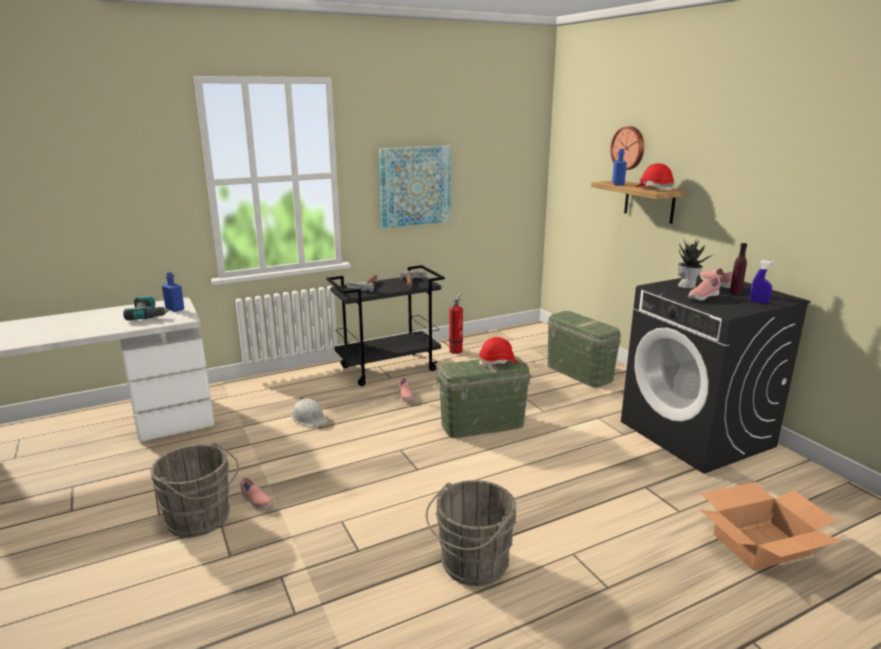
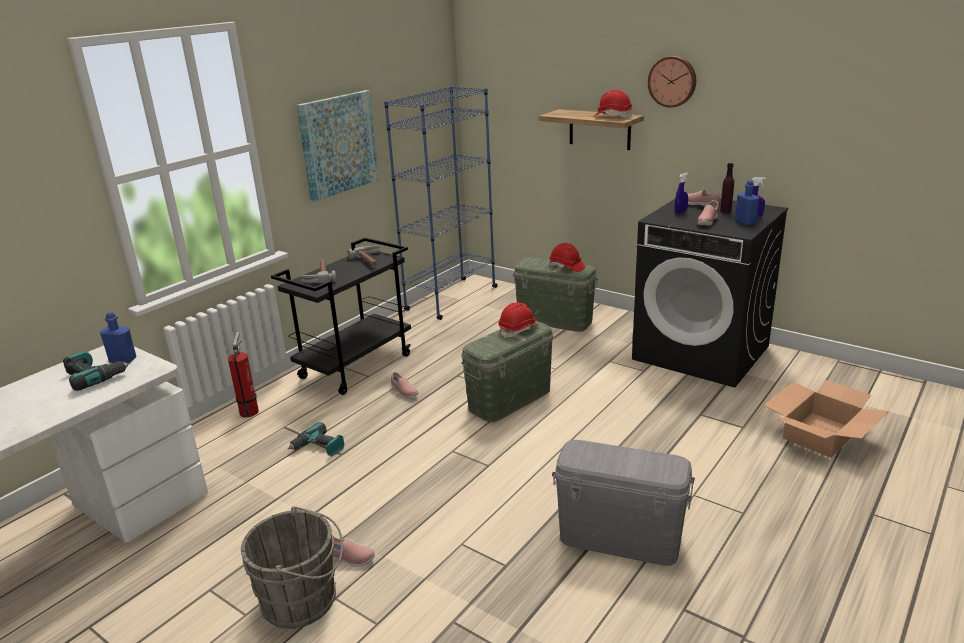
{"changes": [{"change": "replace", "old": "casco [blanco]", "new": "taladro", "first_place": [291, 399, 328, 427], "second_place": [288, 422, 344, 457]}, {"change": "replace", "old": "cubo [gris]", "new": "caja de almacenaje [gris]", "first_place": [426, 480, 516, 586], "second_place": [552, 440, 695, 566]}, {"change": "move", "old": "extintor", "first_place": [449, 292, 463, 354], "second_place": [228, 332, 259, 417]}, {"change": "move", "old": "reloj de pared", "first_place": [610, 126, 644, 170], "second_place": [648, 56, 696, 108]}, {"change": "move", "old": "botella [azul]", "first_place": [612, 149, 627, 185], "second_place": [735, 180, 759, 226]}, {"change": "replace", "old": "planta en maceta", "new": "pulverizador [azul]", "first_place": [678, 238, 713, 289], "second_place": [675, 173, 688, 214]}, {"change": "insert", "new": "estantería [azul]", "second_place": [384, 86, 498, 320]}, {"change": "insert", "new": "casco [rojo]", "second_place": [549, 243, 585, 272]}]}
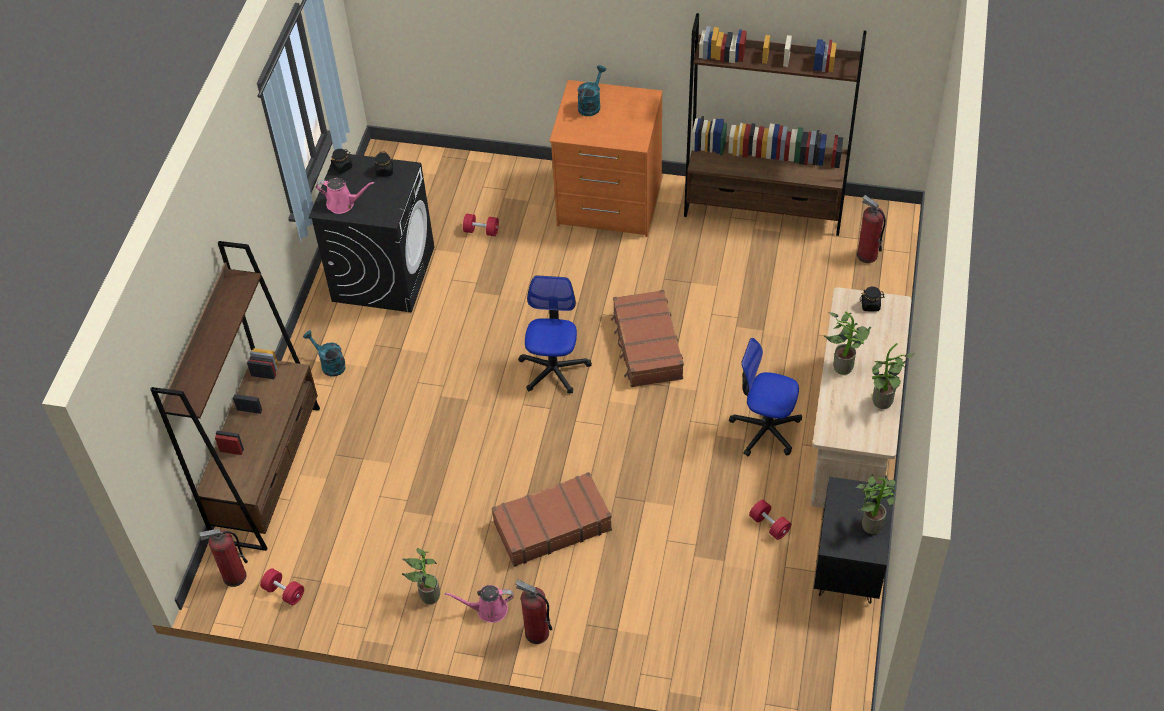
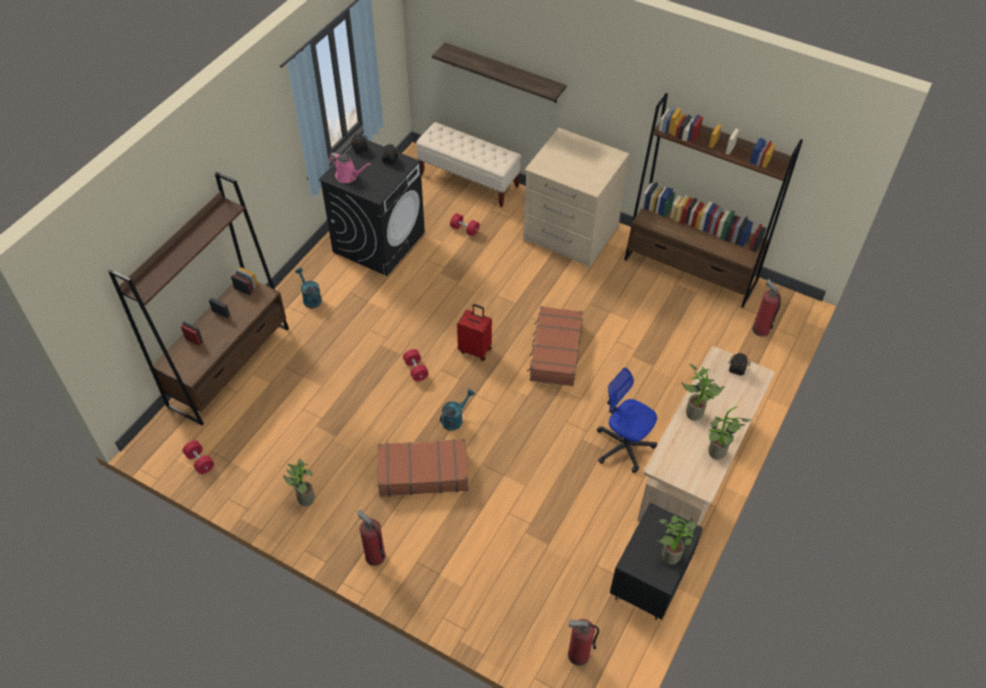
{"changes": [{"change": "move", "old": "extintor", "first_place": [199, 528, 248, 587], "second_place": [568, 619, 599, 665]}, {"change": "delete", "old": "regadera [rosa]", "first_place": [445, 585, 514, 623]}, {"change": "replace", "old": "silla de oficina", "new": "maleta [rojo]", "first_place": [518, 275, 592, 393], "second_place": [457, 304, 492, 361]}, {"change": "recolor", "old": "cómoda [naranja]", "new": "cómoda [beis]", "first_place": [549, 80, 663, 237], "second_place": [523, 128, 629, 268]}, {"change": "move", "old": "regadera [turquesa]", "first_place": [578, 65, 606, 116], "second_place": [440, 389, 475, 431]}, {"change": "move", "old": "mancuerna [rojo]", "first_place": [749, 500, 791, 540], "second_place": [403, 349, 429, 381]}, {"change": "insert", "new": "banco [beis]", "second_place": [416, 122, 522, 207]}, {"change": "insert", "new": "estante", "second_place": [432, 43, 567, 103]}]}
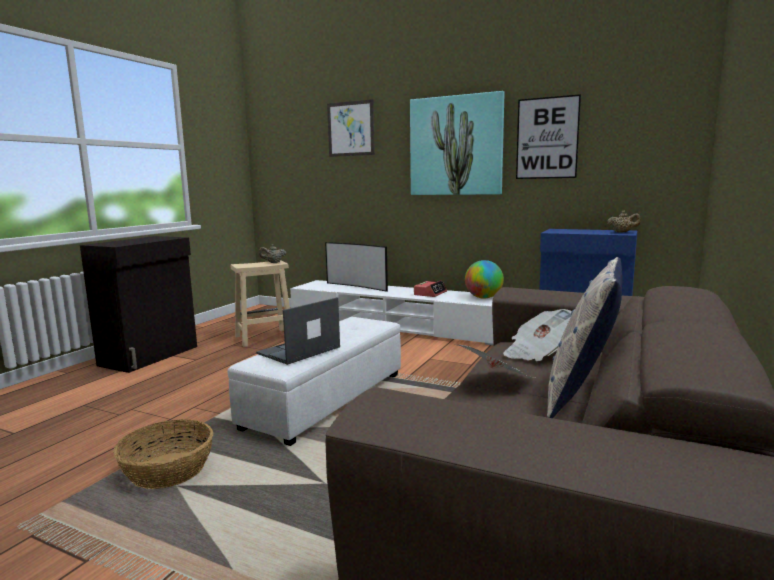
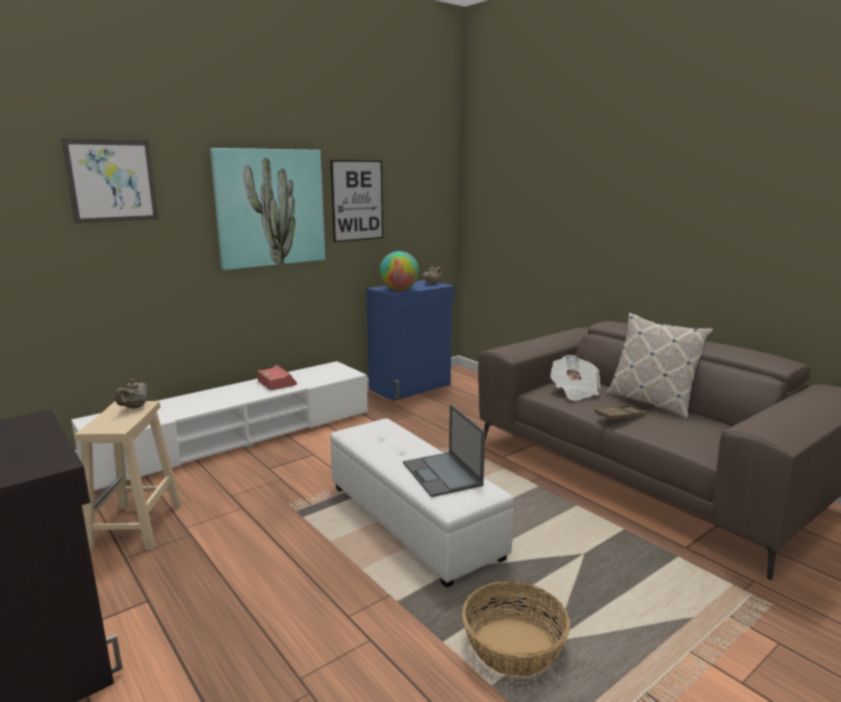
{"changes": [{"change": "delete", "old": "televisor", "first_place": [325, 242, 388, 292]}, {"change": "replace", "old": "periódico", "new": "bandeja [marrón]", "first_place": [458, 345, 535, 378], "second_place": [595, 405, 647, 421]}, {"change": "move", "old": "globo terráqueo", "first_place": [465, 260, 504, 299], "second_place": [380, 251, 419, 291]}]}
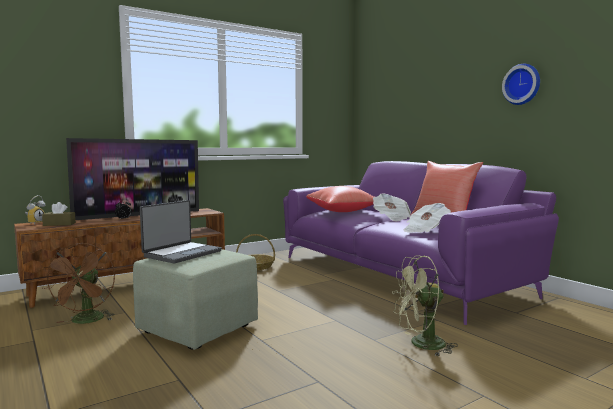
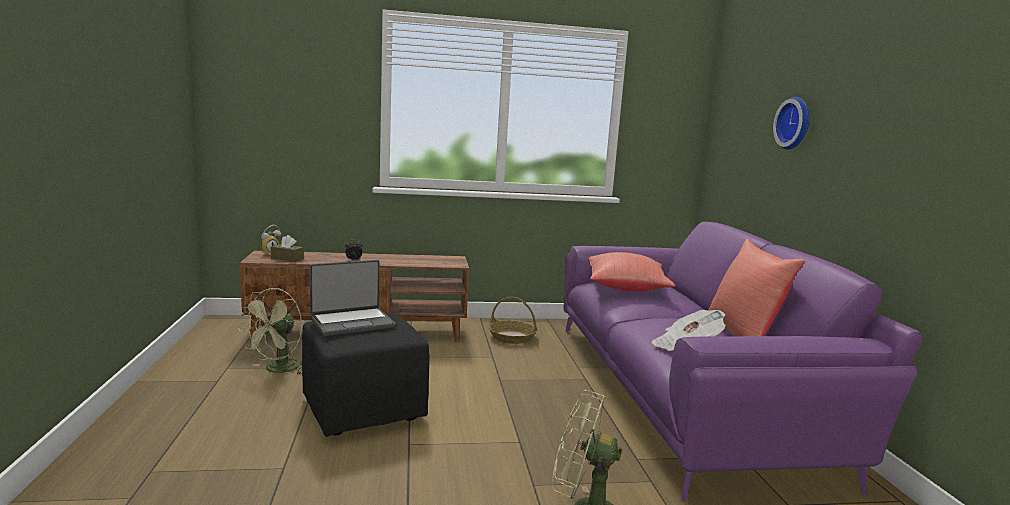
{"changes": [{"change": "recolor", "old": "ventilador [marrón]", "new": "ventilador [verde]", "first_place": [42, 243, 115, 324], "second_place": [238, 288, 302, 375]}, {"change": "delete", "old": "televisor", "first_place": [66, 138, 199, 220]}, {"change": "recolor", "old": "puf [verde]", "new": "puf [negro]", "first_place": [133, 249, 258, 350], "second_place": [302, 313, 430, 437]}, {"change": "delete", "old": "periódico", "first_place": [373, 193, 411, 221]}, {"change": "move", "old": "reloj de pared", "first_place": [502, 64, 540, 105], "second_place": [773, 97, 810, 150]}]}
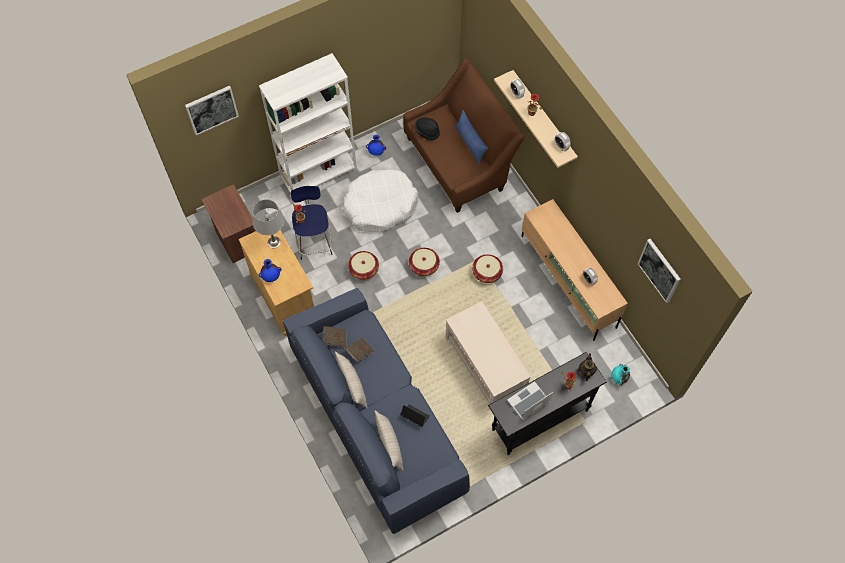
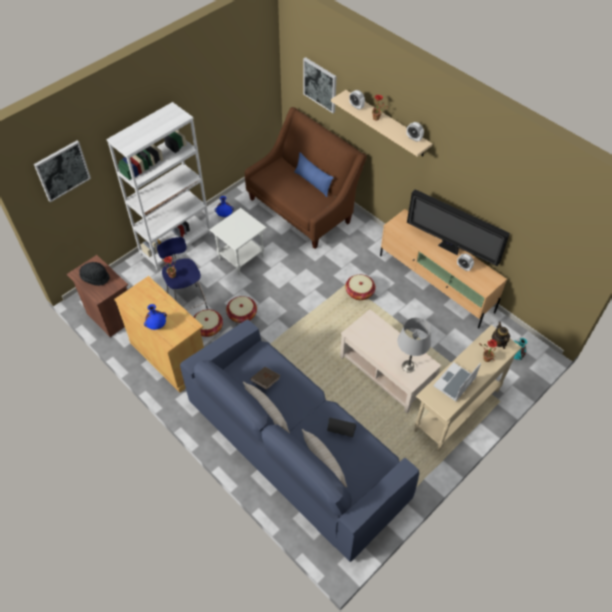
{"changes": [{"change": "move", "old": "lámpara de mesa [gris]", "first_place": [253, 199, 284, 249], "second_place": [397, 318, 431, 373]}, {"change": "delete", "old": "libro [marrón]", "first_place": [323, 326, 347, 347]}, {"change": "replace", "old": "cama para perro [blanco]", "new": "mesa auxiliar [blanco]", "first_place": [343, 169, 418, 232], "second_place": [209, 208, 267, 275]}, {"change": "move", "old": "cesta", "first_place": [409, 248, 440, 276], "second_place": [194, 309, 223, 337]}, {"change": "move", "old": "sombrero [negro]", "first_place": [415, 118, 440, 140], "second_place": [79, 262, 110, 286]}, {"change": "recolor", "old": "mesa consola [negro]", "new": "mesa consola [beis]", "first_place": [488, 352, 607, 455], "second_place": [414, 325, 522, 451]}, {"change": "move", "old": "cuadro", "first_place": [638, 239, 681, 303], "second_place": [303, 57, 337, 113]}, {"change": "insert", "new": "televisor", "second_place": [407, 189, 510, 266]}]}
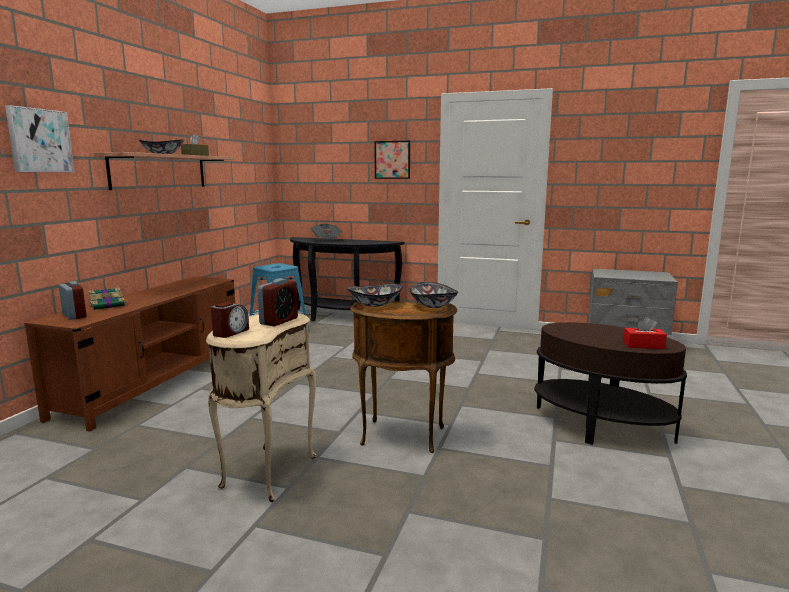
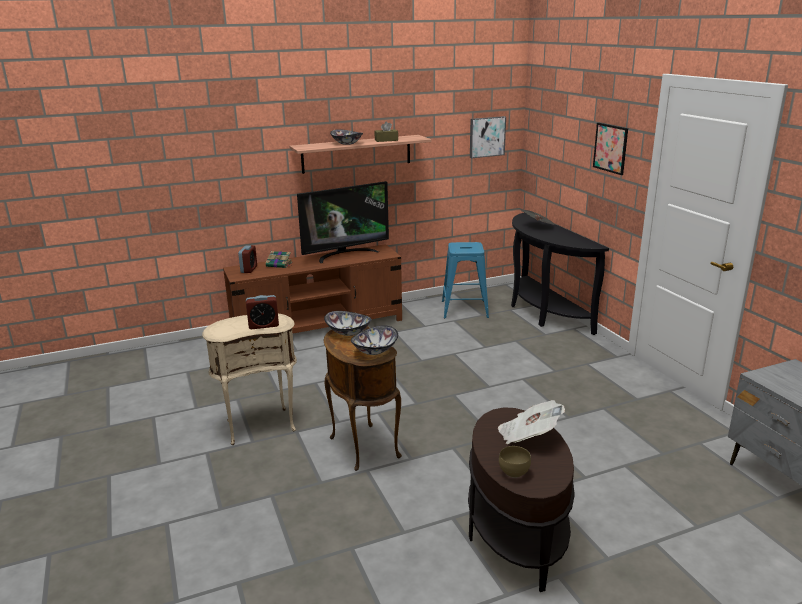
{"changes": [{"change": "move", "old": "cuadro", "first_place": [5, 105, 75, 172], "second_place": [470, 116, 506, 158]}, {"change": "delete", "old": "despertador", "first_place": [211, 302, 249, 338]}, {"change": "replace", "old": "caja de pañuelos [rojo]", "new": "cuenco [marrón]", "first_place": [623, 317, 667, 349], "second_place": [499, 446, 531, 478]}, {"change": "insert", "new": "televisor", "second_place": [297, 181, 389, 263]}, {"change": "insert", "new": "periódico", "second_place": [498, 400, 565, 444]}]}
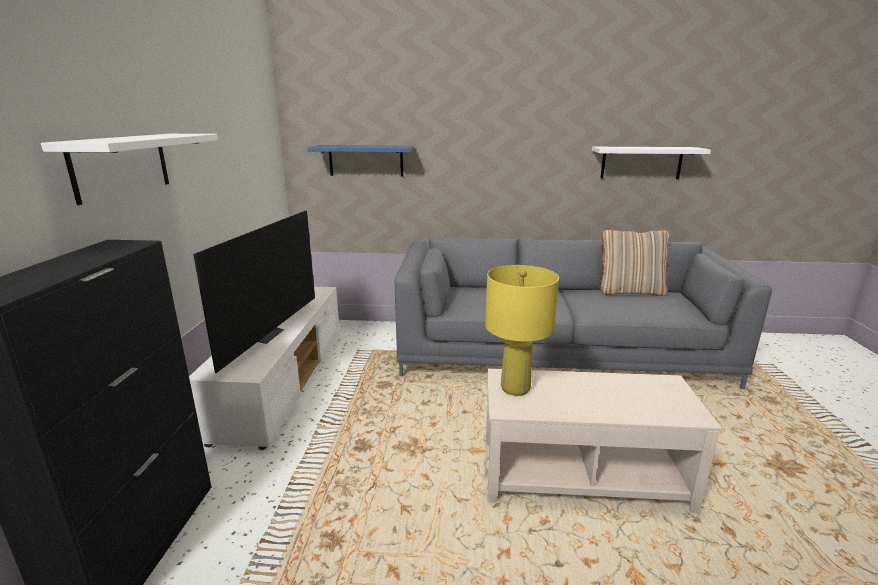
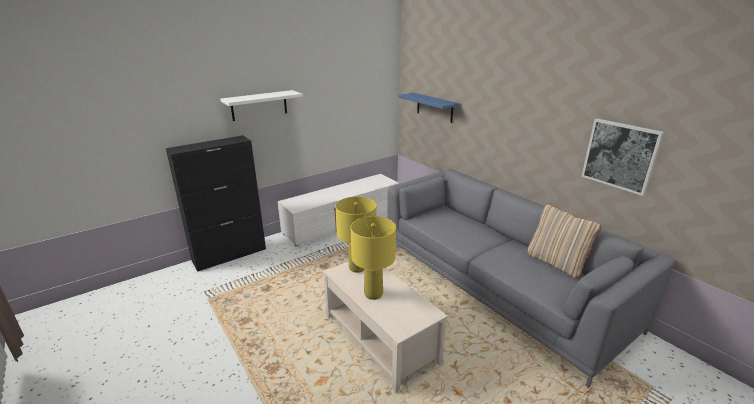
{"changes": [{"change": "delete", "old": "televisor", "first_place": [193, 211, 315, 373]}, {"change": "replace", "old": "estante [blanco]", "new": "cuadro", "first_place": [592, 147, 711, 179], "second_place": [581, 119, 664, 196]}, {"change": "insert", "new": "lámpara de mesa [amarillo]", "second_place": [351, 216, 396, 300]}]}
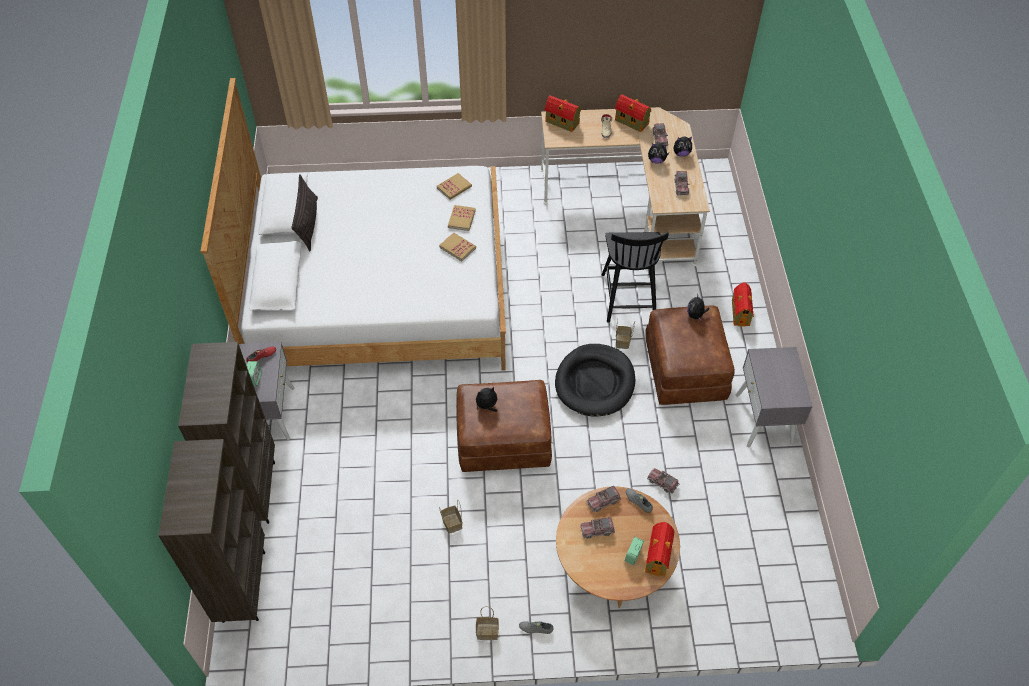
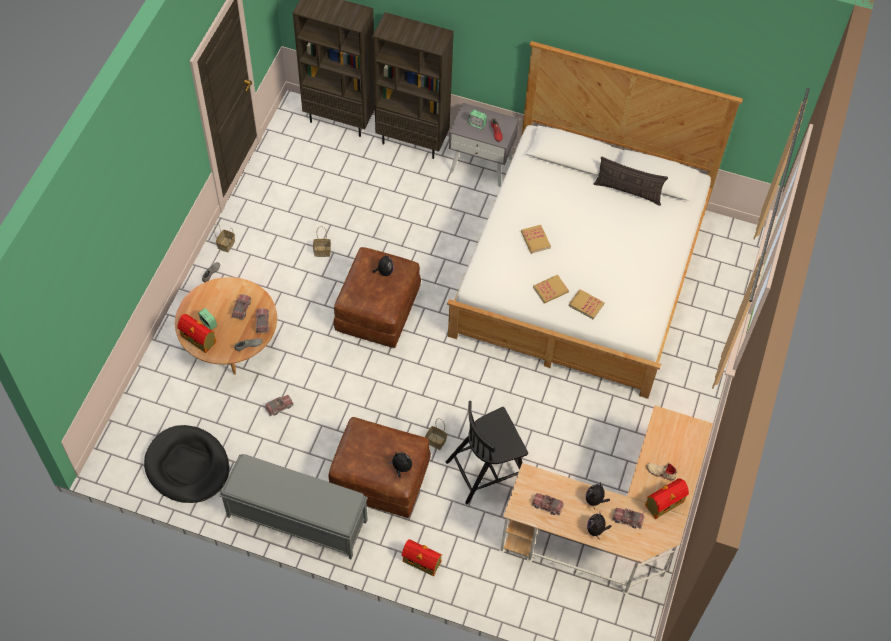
{"changes": [{"change": "move", "old": "libro", "first_place": [437, 173, 472, 200], "second_place": [521, 225, 551, 254]}, {"change": "delete", "old": "casita", "first_place": [545, 95, 581, 132]}, {"change": "move", "old": "cama para perro [negro]", "first_place": [555, 344, 635, 417], "second_place": [144, 425, 229, 503]}, {"change": "rotate", "old": "silla [negro]", "first_place": [602, 232, 669, 323], "second_place": [446, 401, 528, 504], "degrees": -45}, {"change": "replace", "old": "mesita de noche [gris]", "new": "banco [gris]", "first_place": [736, 347, 813, 447], "second_place": [220, 454, 368, 559]}]}
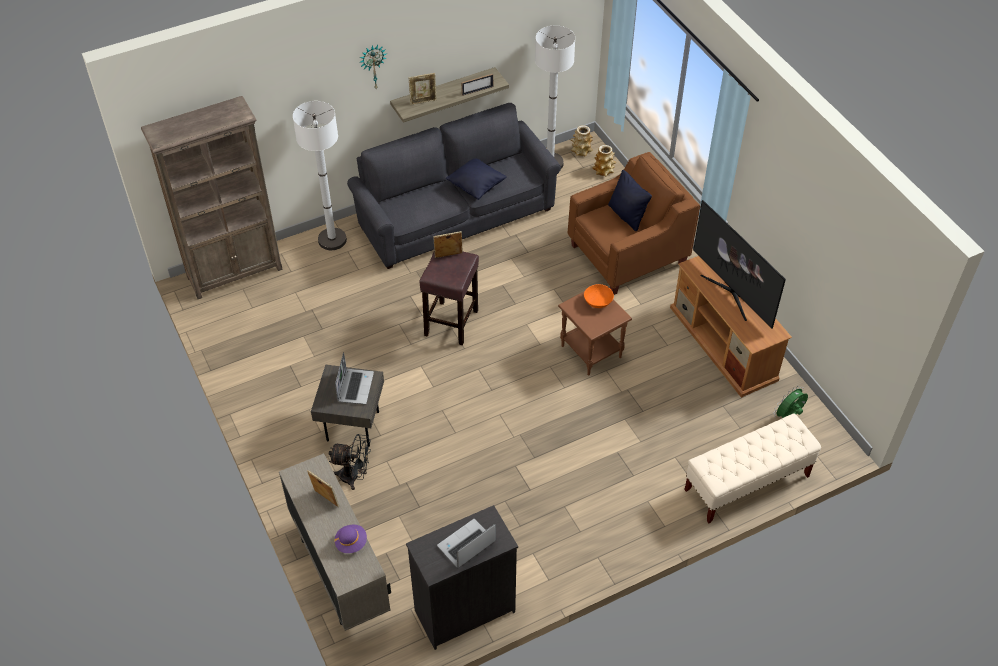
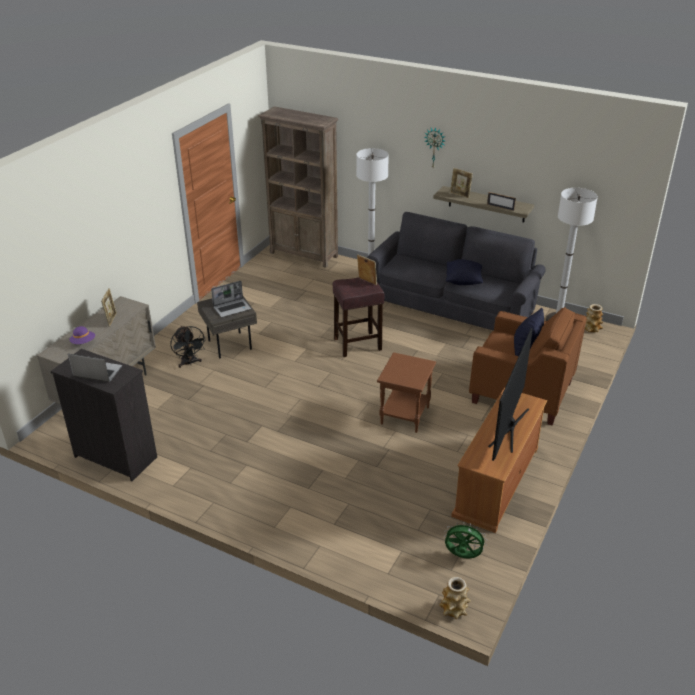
{"changes": [{"change": "delete", "old": "cuenco [naranja]", "first_place": [584, 284, 614, 308]}, {"change": "move", "old": "florero", "first_place": [592, 145, 616, 177], "second_place": [439, 577, 471, 619]}, {"change": "delete", "old": "banco [beis]", "first_place": [684, 413, 821, 524]}]}
